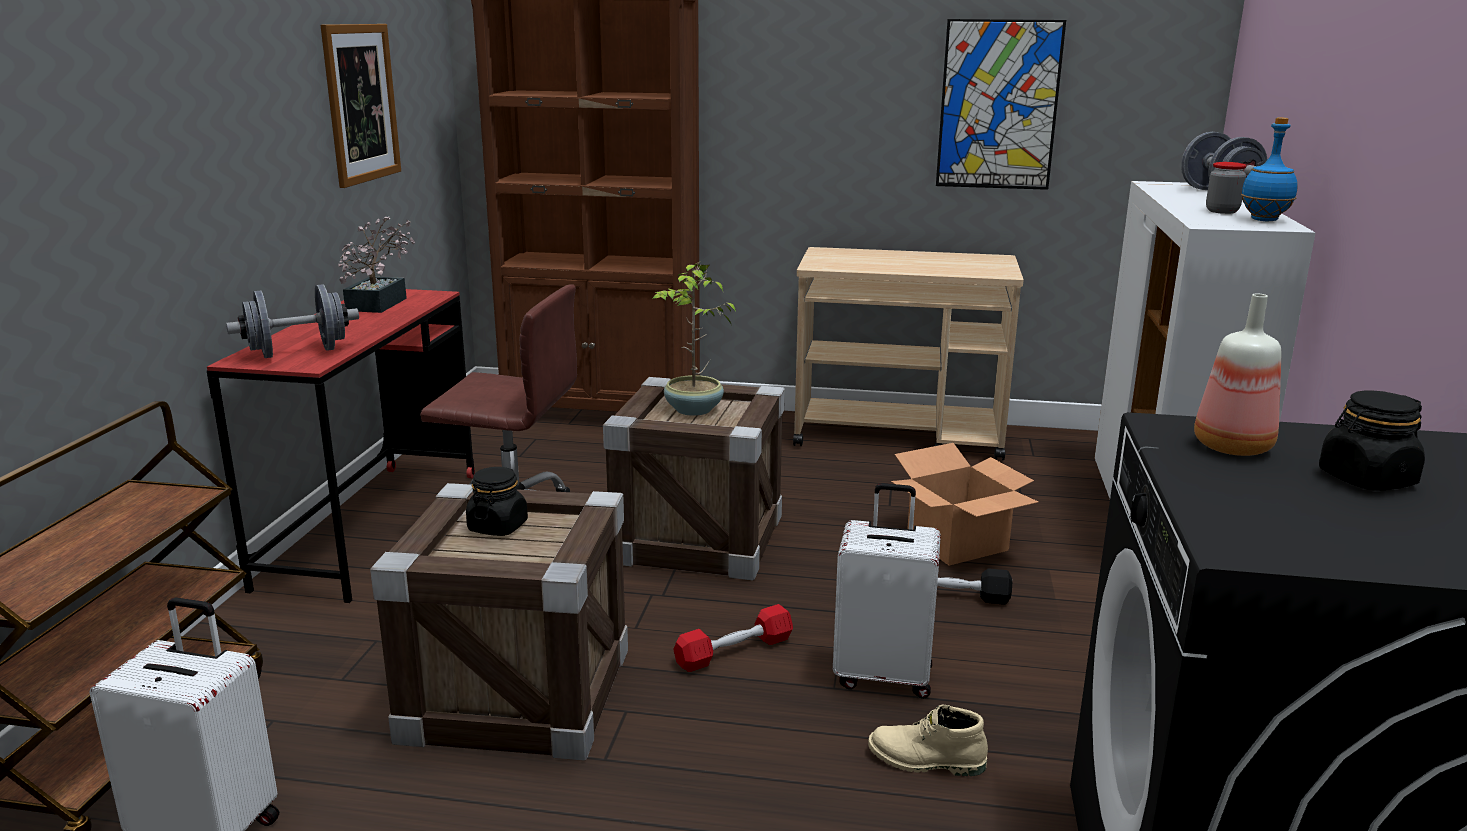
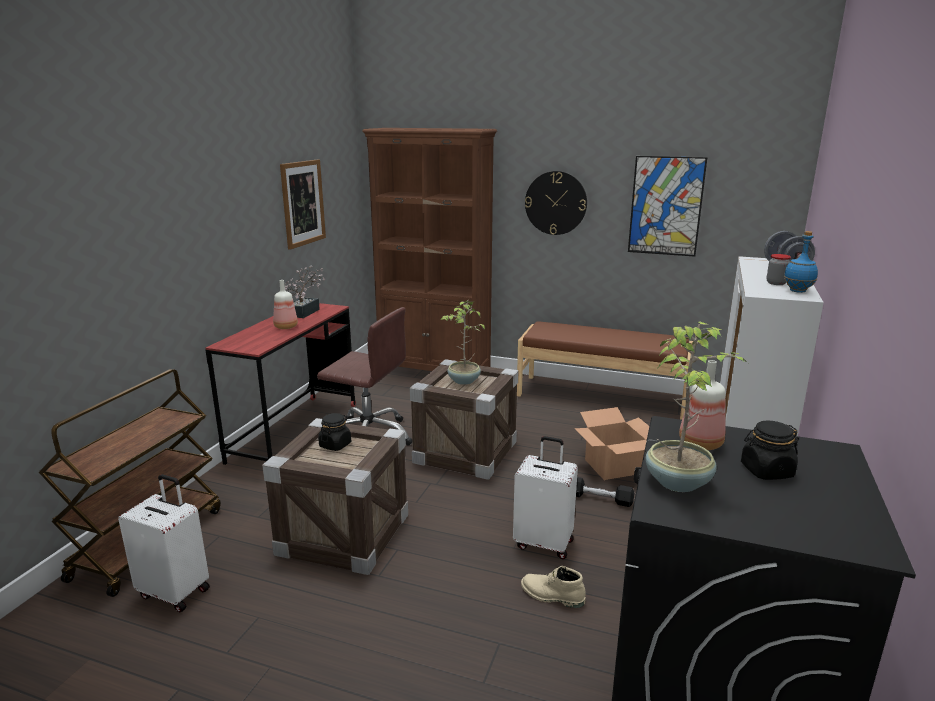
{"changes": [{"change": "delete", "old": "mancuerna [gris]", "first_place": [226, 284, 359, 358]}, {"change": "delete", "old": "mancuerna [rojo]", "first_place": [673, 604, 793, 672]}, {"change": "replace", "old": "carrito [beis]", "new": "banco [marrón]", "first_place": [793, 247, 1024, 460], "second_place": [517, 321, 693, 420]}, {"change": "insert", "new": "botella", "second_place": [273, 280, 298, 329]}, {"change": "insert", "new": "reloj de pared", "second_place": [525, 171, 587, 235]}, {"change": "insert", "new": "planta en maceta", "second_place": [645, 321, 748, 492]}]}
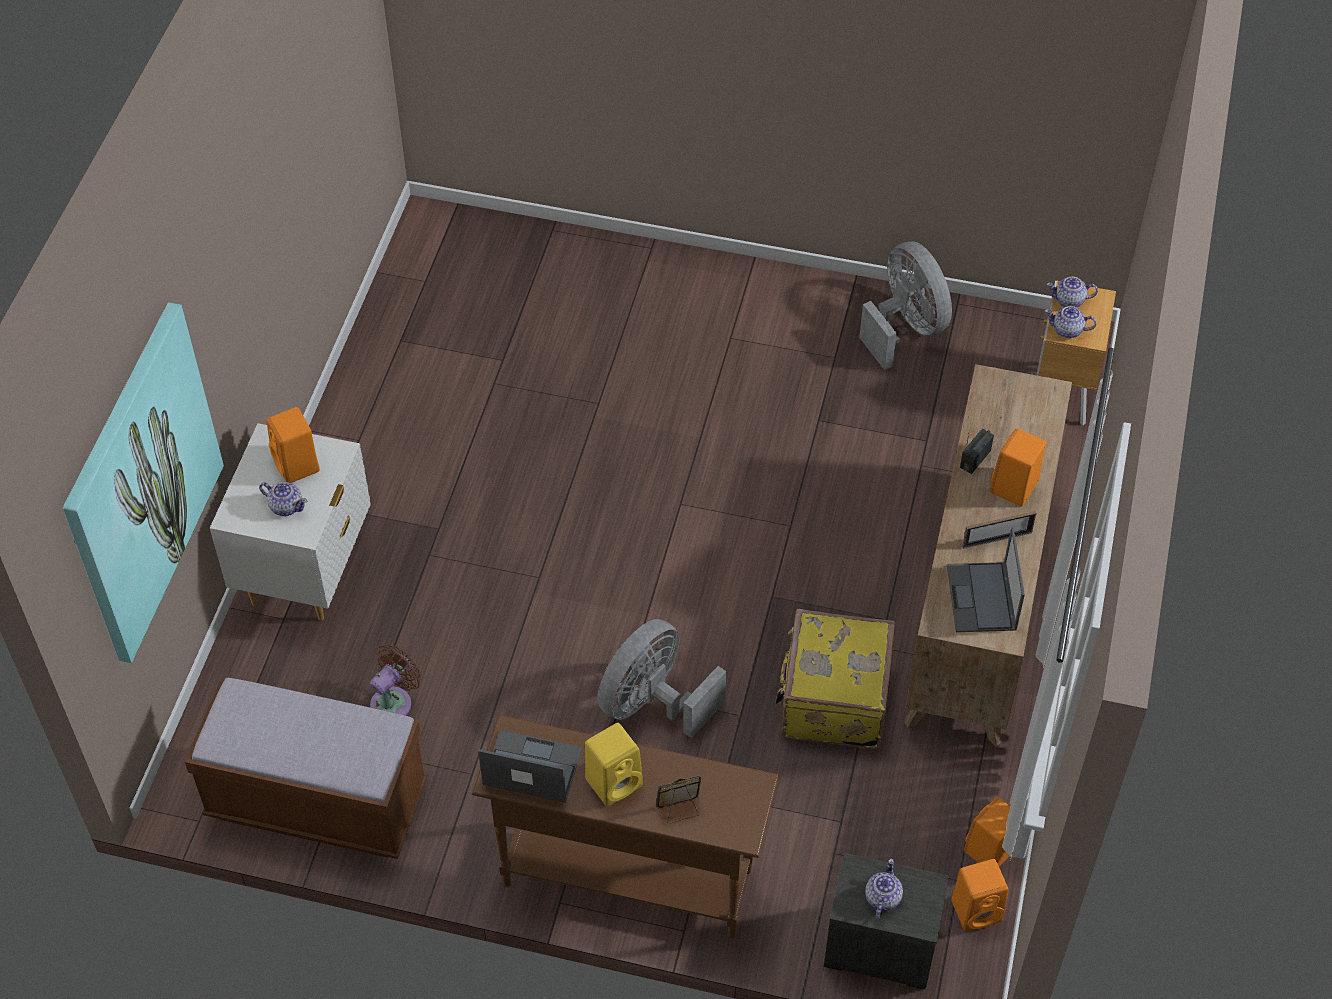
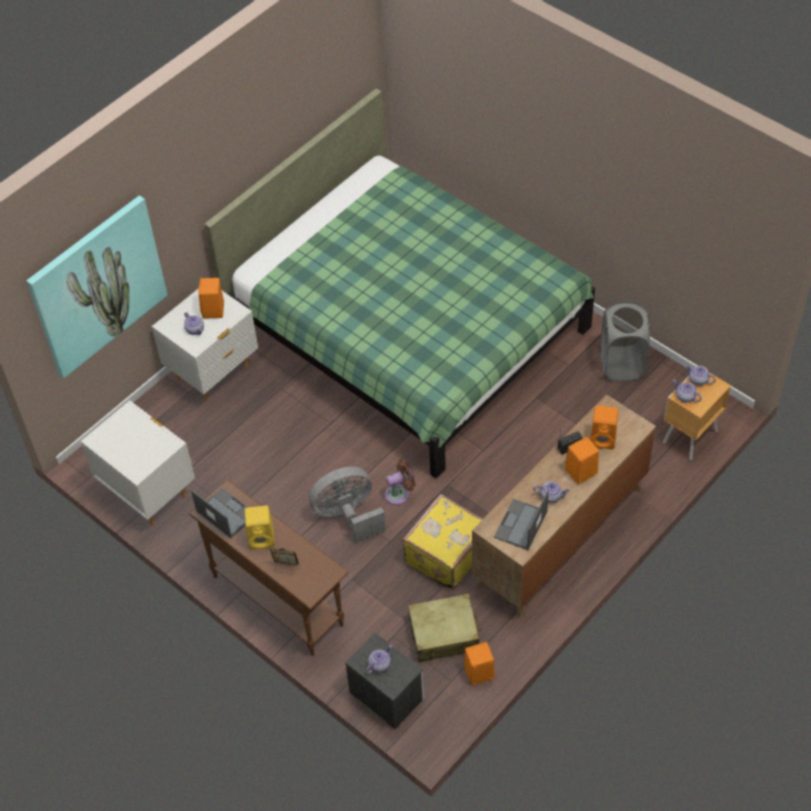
{"changes": [{"change": "replace", "old": "banco [marrón]", "new": "mesita de noche [blanco]", "first_place": [185, 678, 428, 859], "second_place": [81, 400, 195, 526]}, {"change": "move", "old": "ventilador [marrón]", "first_place": [370, 644, 422, 716], "second_place": [385, 460, 415, 505]}, {"change": "replace", "old": "ventilador [gris]", "new": "cesto de la ropa [gris]", "first_place": [859, 241, 952, 370], "second_place": [601, 302, 650, 381]}, {"change": "move", "old": "altavoz [naranja]", "first_place": [951, 859, 1008, 932], "second_place": [590, 405, 618, 449]}, {"change": "replace", "old": "portarretratos", "new": "tetera", "first_place": [962, 511, 1036, 549], "second_place": [534, 482, 569, 503]}, {"change": "insert", "new": "cama [verde]", "second_place": [205, 88, 595, 478]}, {"change": "insert", "new": "maleta [beis]", "second_place": [408, 593, 481, 662]}]}
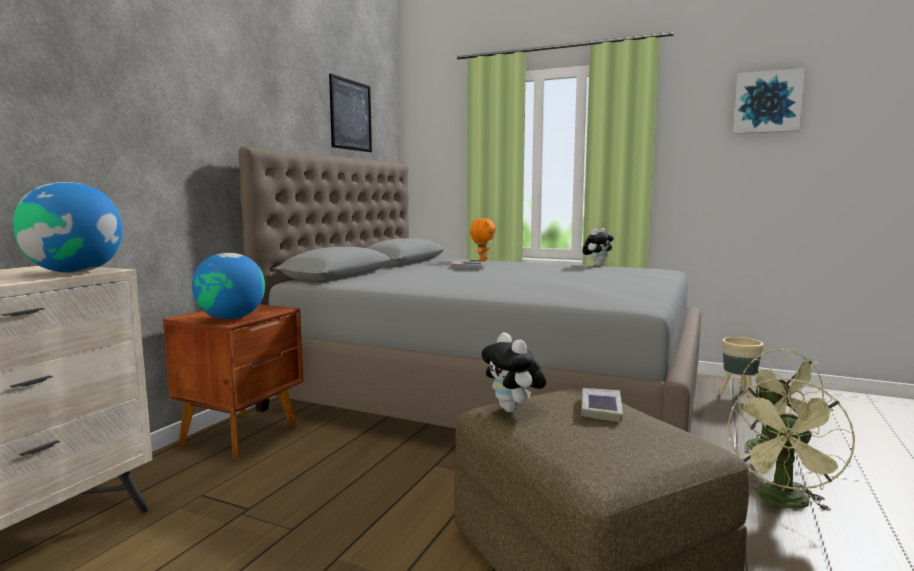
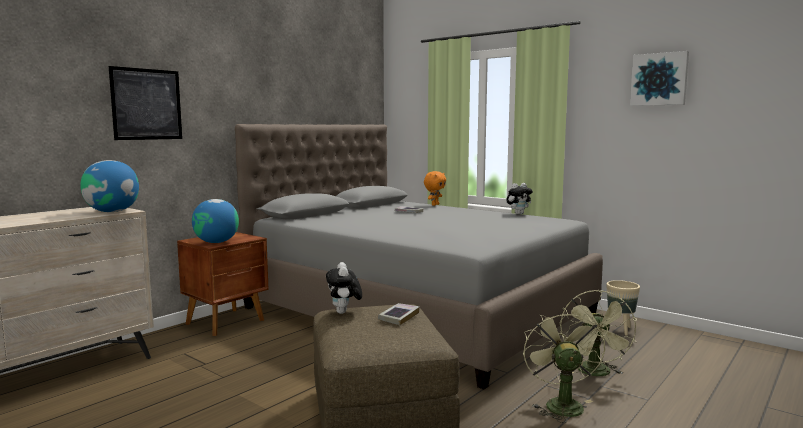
{"changes": [{"change": "move", "old": "cuadro", "first_place": [329, 74, 372, 152], "second_place": [109, 66, 182, 140]}, {"change": "rotate", "old": "ventilador [verde]", "first_place": [728, 378, 855, 512], "second_place": [523, 308, 605, 423], "degrees": 135}]}
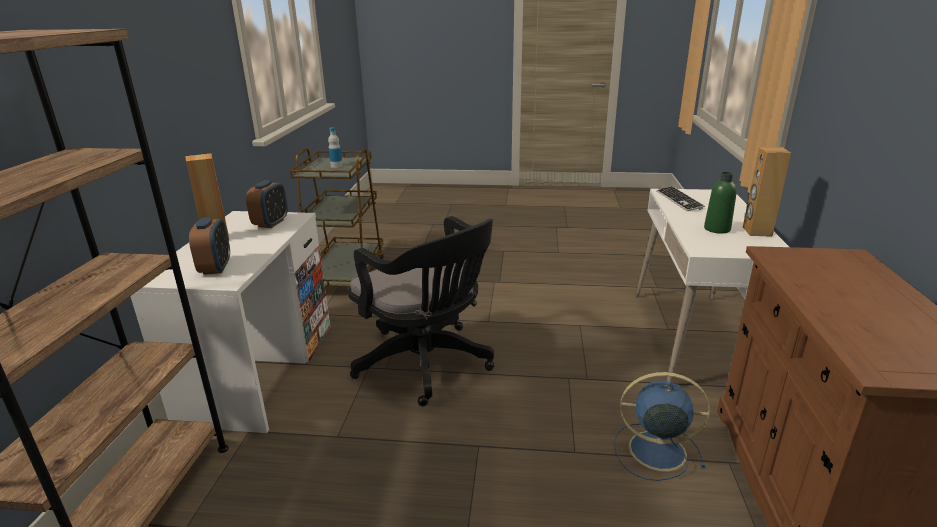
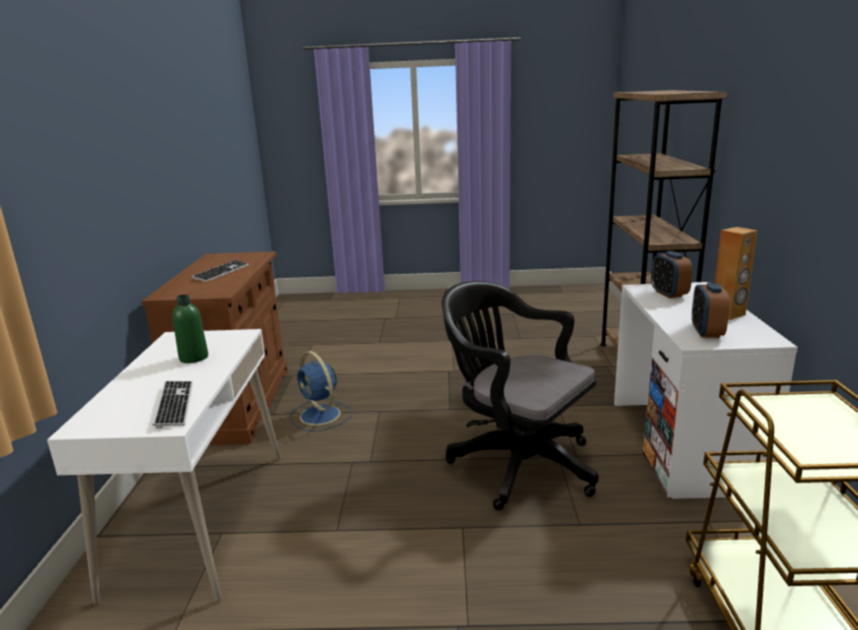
{"changes": [{"change": "delete", "old": "botella", "first_place": [328, 127, 343, 168]}, {"change": "rotate", "old": "ventilador [azul]", "first_place": [614, 372, 710, 481], "second_place": [290, 351, 353, 431], "degrees": 45}, {"change": "delete", "old": "altavoz [marrón]", "first_place": [743, 147, 791, 237]}, {"change": "insert", "new": "teclado", "second_place": [192, 260, 249, 282]}]}
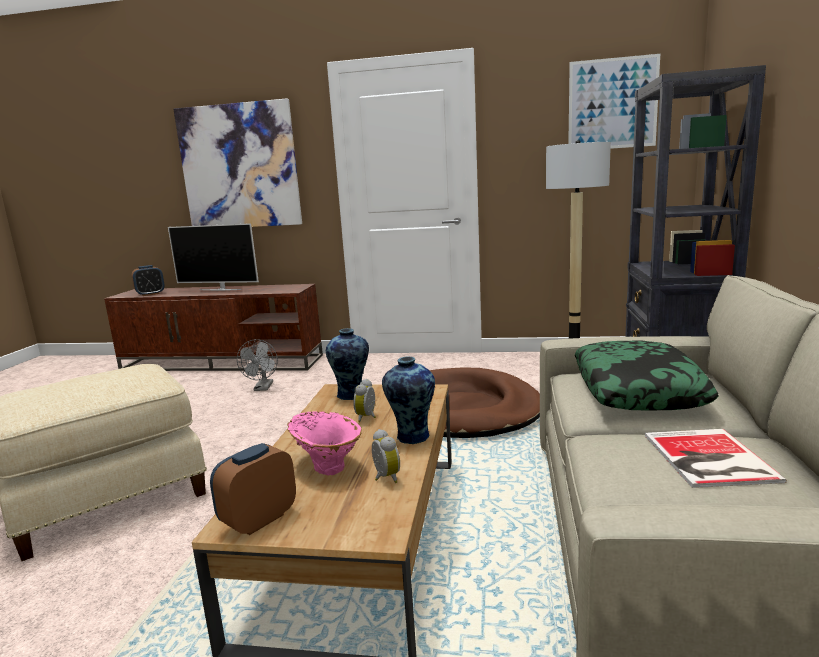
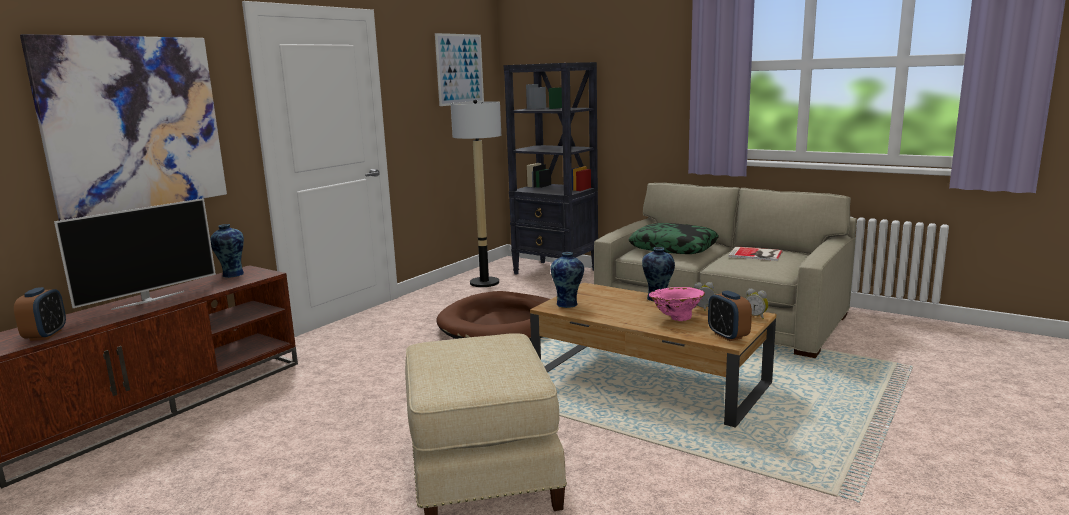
{"changes": [{"change": "delete", "old": "ventilador [gris]", "first_place": [237, 339, 278, 391]}, {"change": "move", "old": "despertador", "first_place": [353, 379, 376, 422], "second_place": [745, 288, 769, 319]}, {"change": "insert", "new": "florero", "second_place": [210, 224, 244, 278]}]}
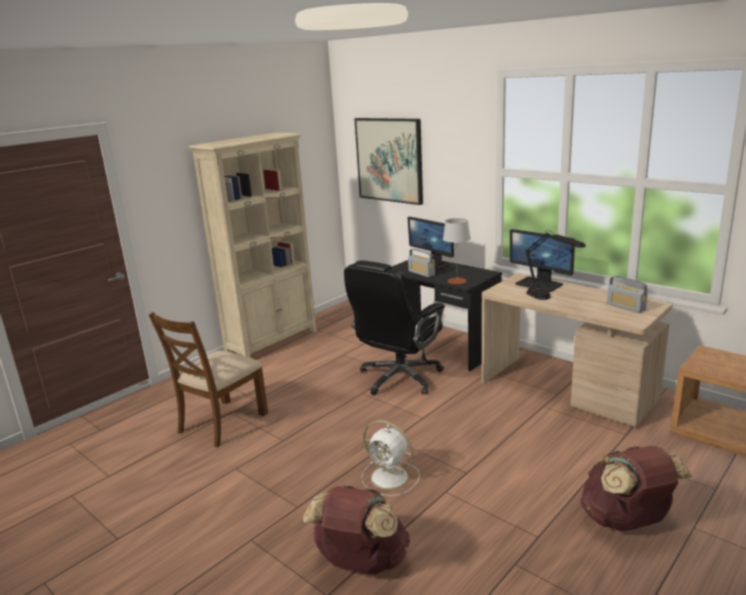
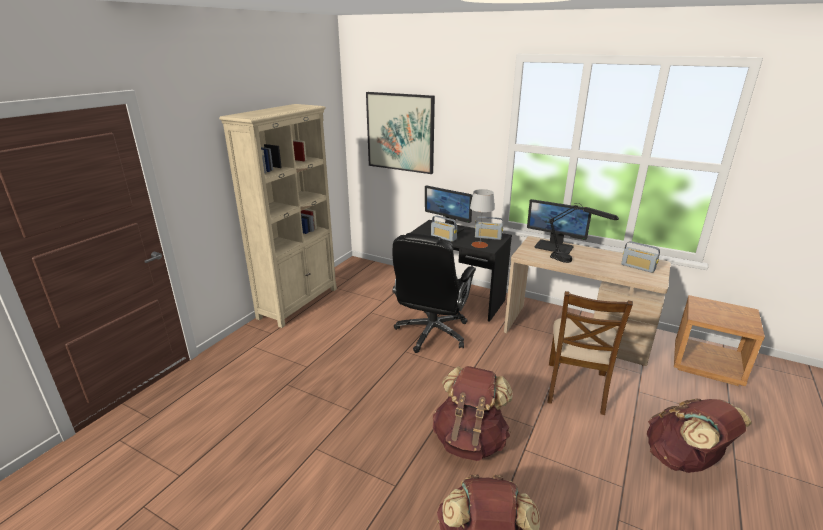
{"changes": [{"change": "move", "old": "silla [marrón]", "first_place": [149, 312, 268, 447], "second_place": [547, 291, 633, 415]}, {"change": "replace", "old": "ventilador [blanco]", "new": "mochila [marrón]", "first_place": [361, 420, 420, 496], "second_place": [433, 366, 513, 461]}, {"change": "insert", "new": "radio", "second_place": [475, 216, 503, 240]}]}
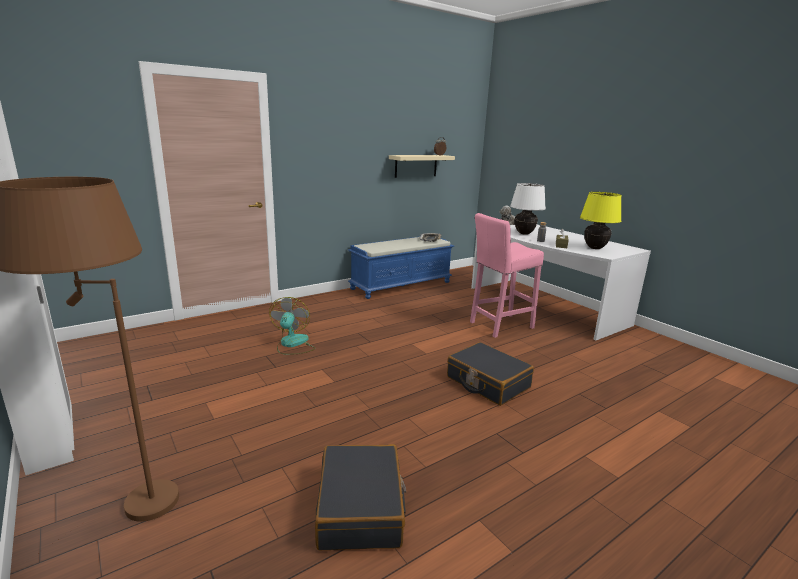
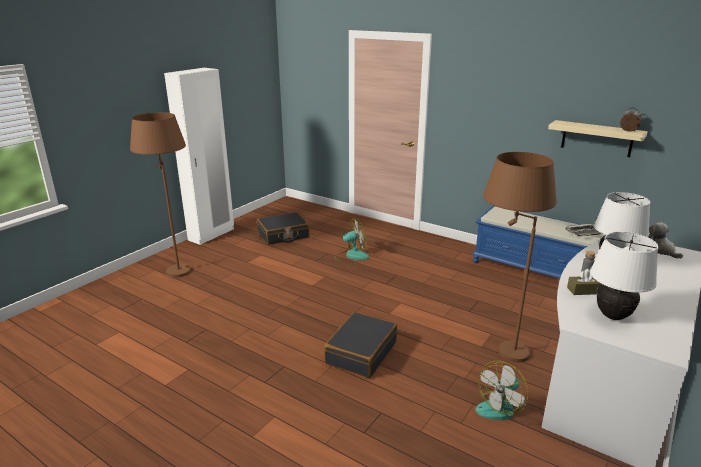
{"changes": [{"change": "move", "old": "maleta [negro]", "first_place": [315, 444, 406, 550], "second_place": [257, 212, 309, 245]}, {"change": "replace", "old": "taburete [rosa]", "new": "lámpara de pie [marrón]", "first_place": [470, 213, 544, 338], "second_place": [483, 152, 557, 362]}, {"change": "recolor", "old": "lámpara de mesa [amarillo]", "new": "lámpara de mesa [blanco]", "first_place": [580, 192, 622, 249], "second_place": [590, 232, 658, 320]}, {"change": "insert", "new": "ventilador", "second_place": [476, 361, 528, 420]}]}
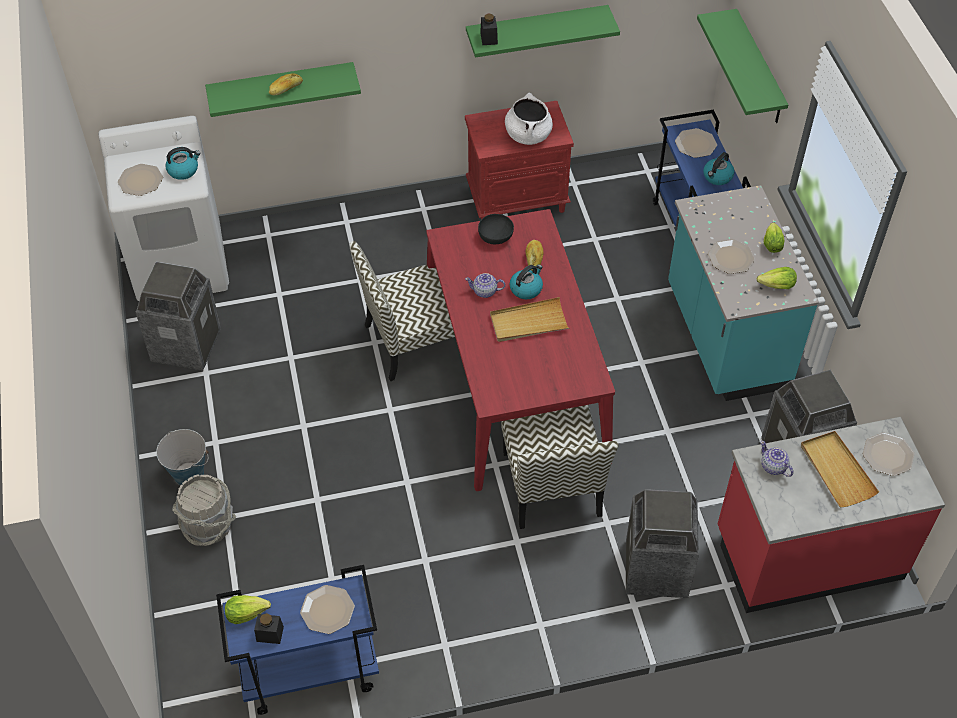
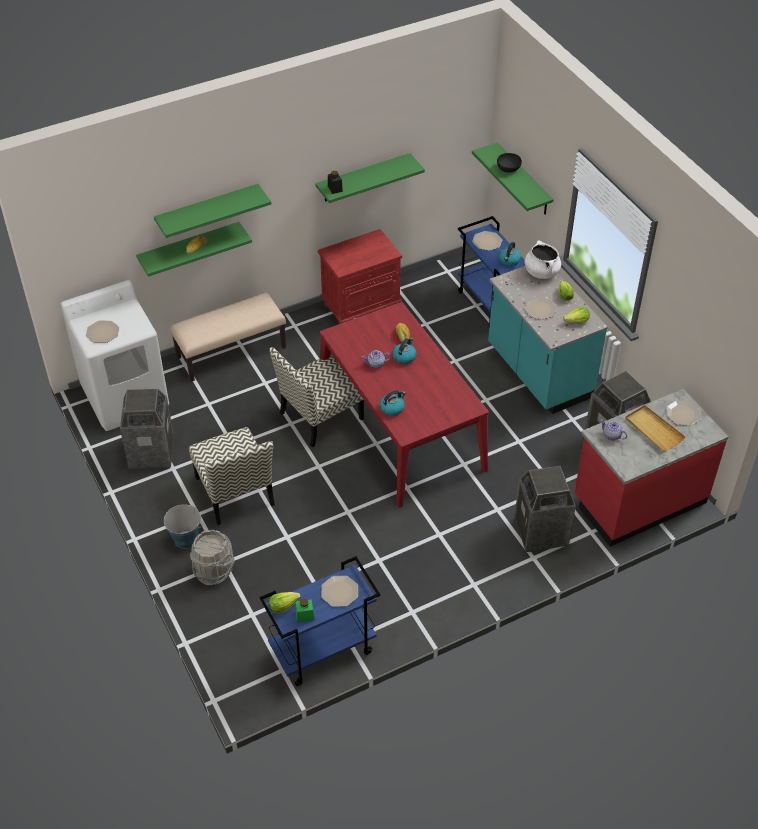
{"changes": [{"change": "move", "old": "hervidor", "first_place": [165, 147, 201, 180], "second_place": [380, 390, 406, 416]}, {"change": "recolor", "old": "tarro [negro]", "new": "tarro [verde]", "first_place": [254, 613, 284, 644], "second_place": [296, 598, 314, 623]}, {"change": "move", "old": "cuenco [negro]", "first_place": [478, 214, 514, 244], "second_place": [497, 153, 522, 173]}, {"change": "delete", "old": "bandeja [beis]", "first_place": [490, 297, 569, 342]}, {"change": "move", "old": "silla", "first_place": [501, 405, 618, 529], "second_place": [189, 427, 275, 525]}, {"change": "move", "old": "olla [blanco]", "first_place": [505, 93, 553, 145], "second_place": [524, 240, 561, 279]}, {"change": "insert", "new": "estante [verde]", "second_place": [154, 184, 271, 238]}, {"change": "insert", "new": "banco [beis]", "second_place": [170, 293, 286, 382]}]}
